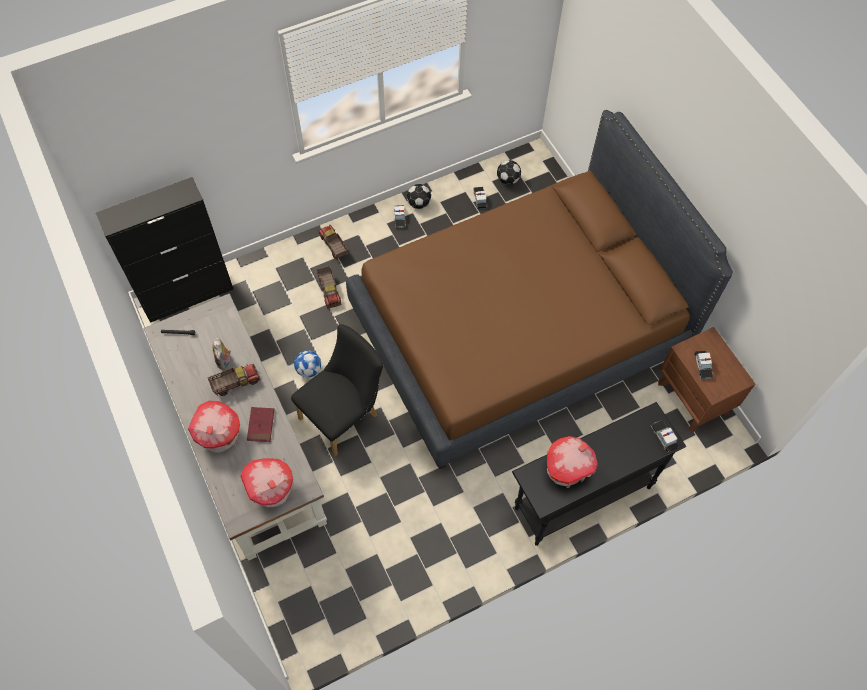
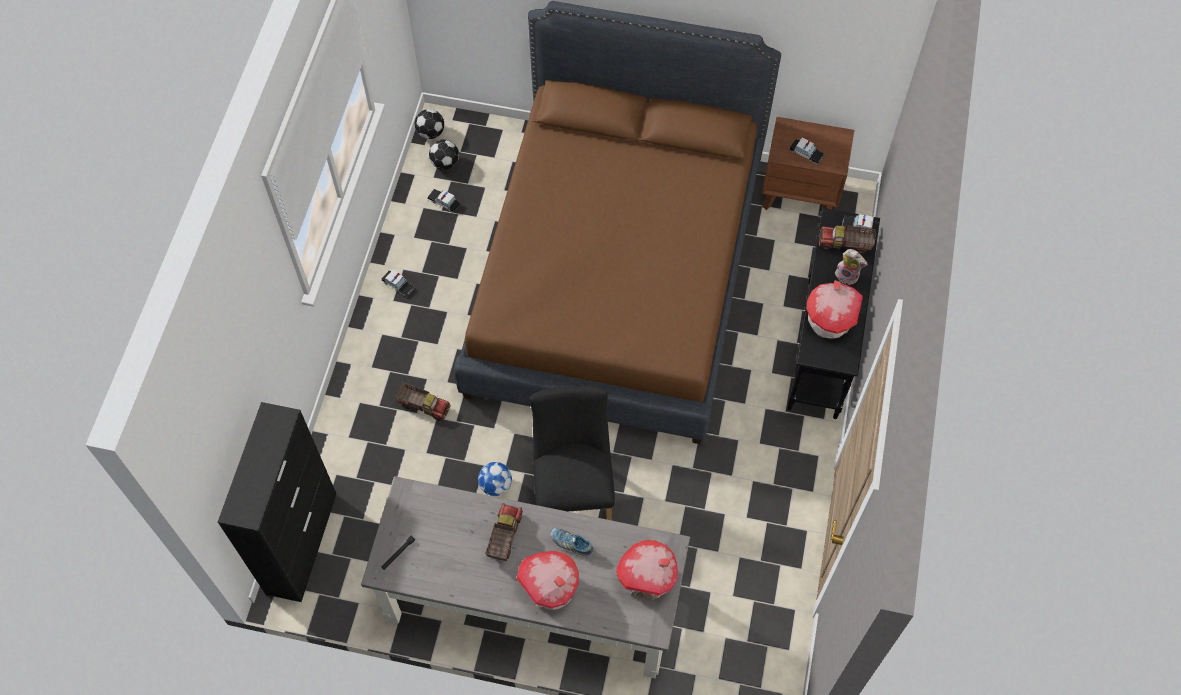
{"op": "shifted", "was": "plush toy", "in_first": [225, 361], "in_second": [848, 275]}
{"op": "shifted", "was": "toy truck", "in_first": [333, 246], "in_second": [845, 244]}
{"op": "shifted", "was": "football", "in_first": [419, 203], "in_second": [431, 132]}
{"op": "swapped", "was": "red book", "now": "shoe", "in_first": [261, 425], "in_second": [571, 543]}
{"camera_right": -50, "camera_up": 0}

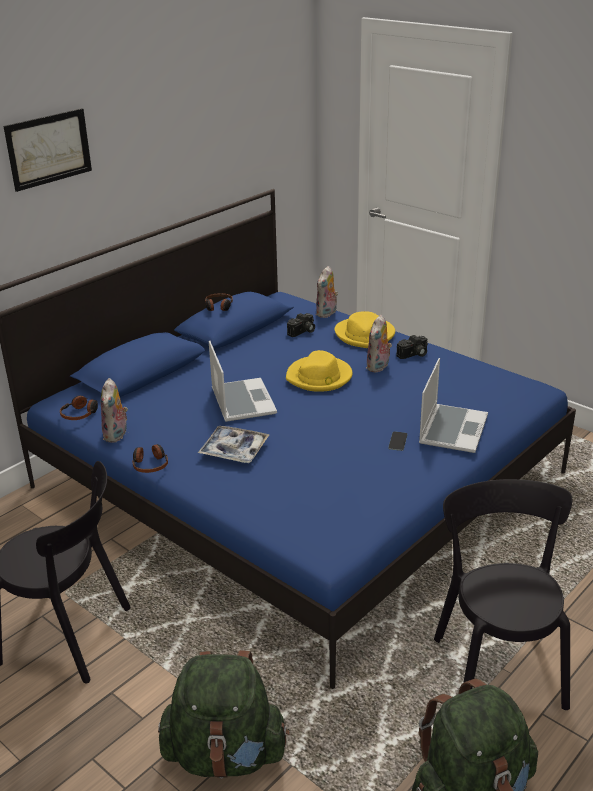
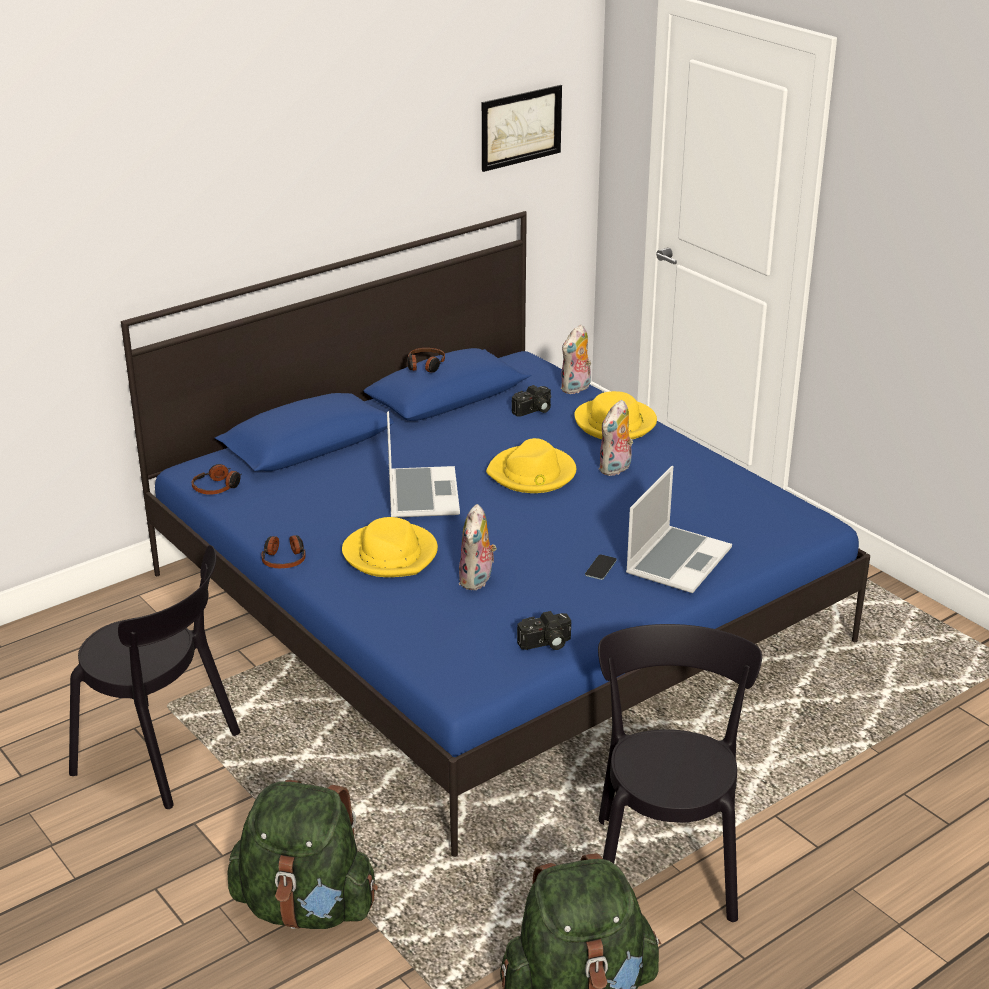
{"op": "shifted", "was": "picture", "in_first": [49, 149], "in_second": [521, 127]}
{"op": "shifted", "was": "plush toy", "in_first": [117, 435], "in_second": [477, 580]}
{"op": "shifted", "was": "photo camera", "in_first": [413, 355], "in_second": [546, 644]}
{"op": "swapped", "was": "tray", "now": "yellow hat", "in_first": [234, 450], "in_second": [391, 554]}
{"camera_right": 10, "camera_up": 0}

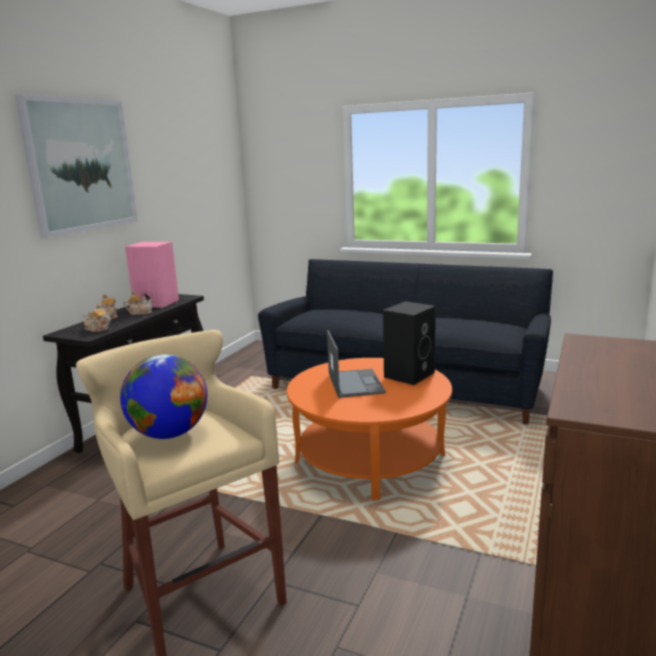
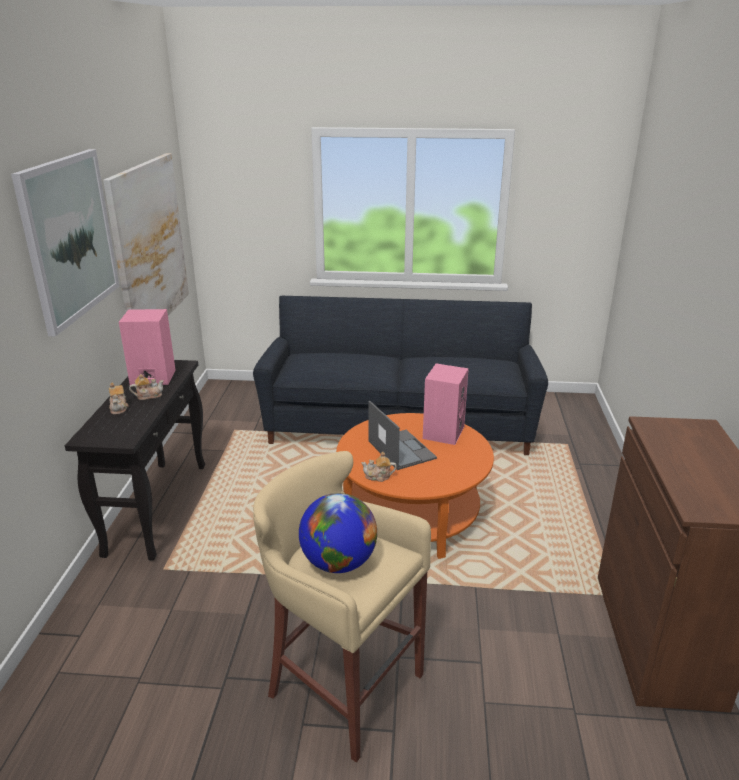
{"op": "new", "now": "picture", "in_second": [149, 245]}
{"op": "shifted", "was": "teapot", "in_first": [97, 329], "in_second": [378, 476]}
{"op": "repainted", "was": "black speaker", "now": "pink speaker", "in_first": [409, 374], "in_second": [443, 432]}
{"camera_right": -20, "camera_up": 10}

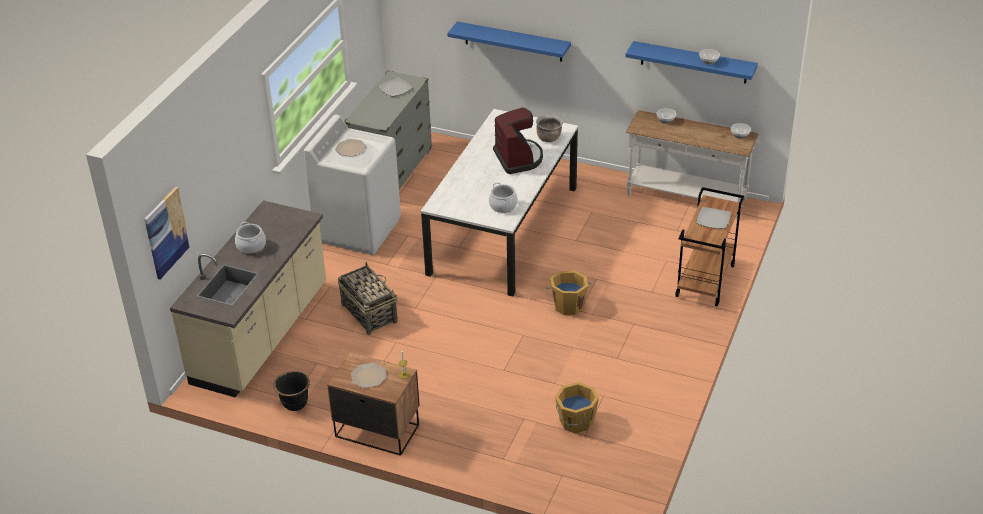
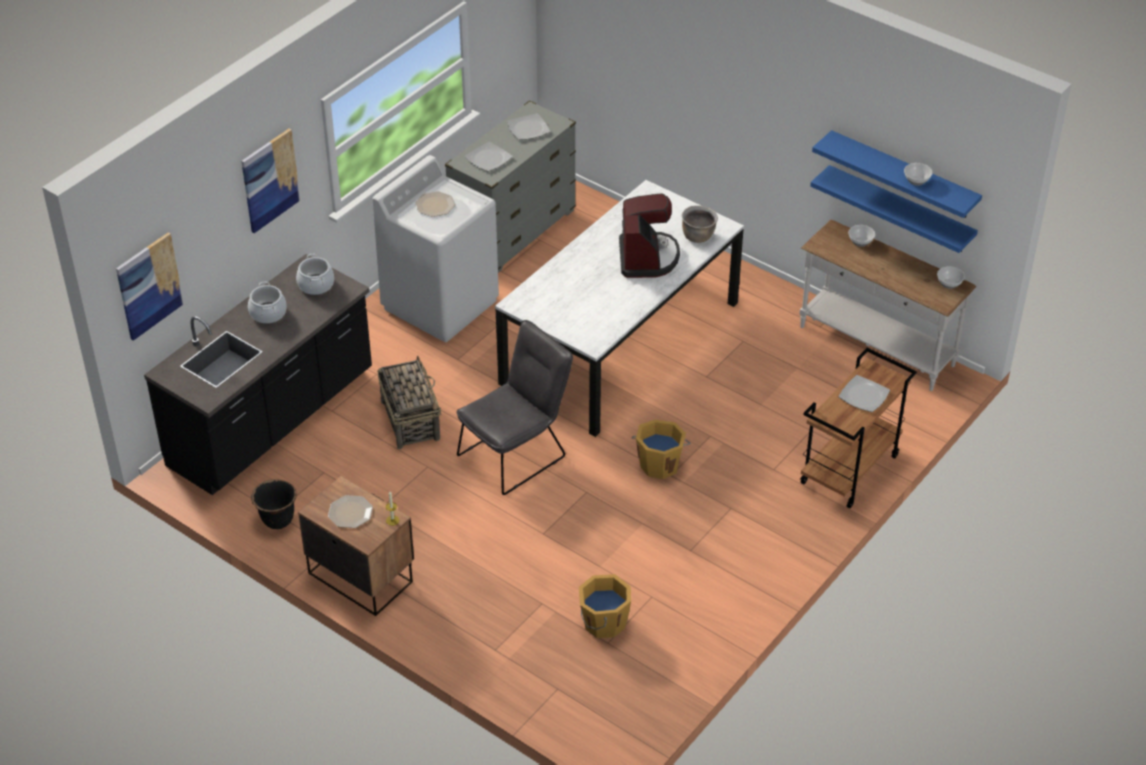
{"op": "new", "now": "picture", "in_second": [270, 180]}
{"op": "new", "now": "grey chair", "in_second": [517, 453]}
{"op": "new", "now": "plate", "in_second": [488, 159]}
{"op": "shifted", "was": "blue shelf", "in_first": [513, 41], "in_second": [900, 210]}
{"op": "shifted", "was": "cooking pot", "in_first": [503, 206], "in_second": [316, 285]}
{"op": "repainted", "was": "beige counter", "now": "black counter", "in_first": [262, 335], "in_second": [272, 421]}
{"camera_right": 15, "camera_up": 5}

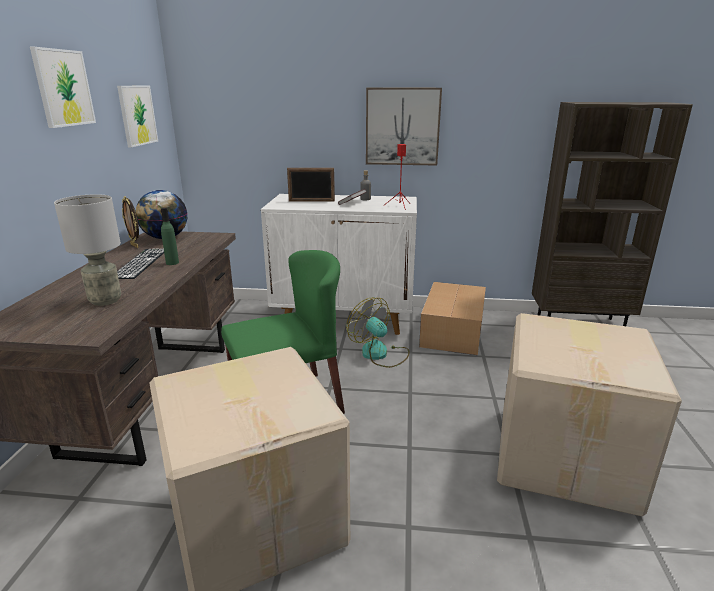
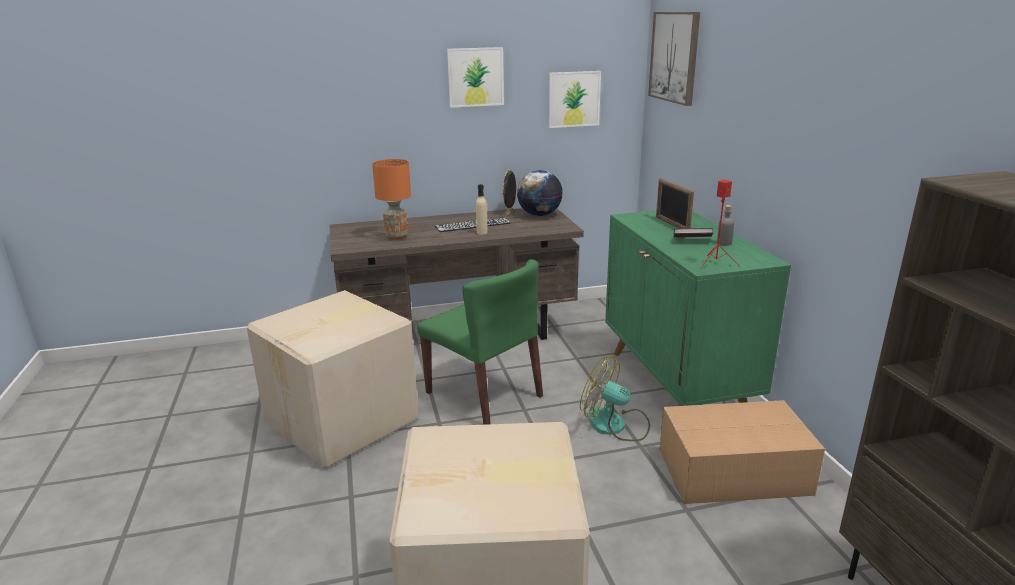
{"op": "shifted", "was": "picture", "in_first": [402, 126], "in_second": [675, 57]}
{"op": "repainted", "was": "grey table lamp", "now": "orange table lamp", "in_first": [105, 300], "in_second": [396, 236]}
{"op": "repainted", "was": "green bottle", "now": "beige bottle", "in_first": [172, 263], "in_second": [482, 232]}
{"op": "repainted", "was": "white cabinet", "now": "green cabinet", "in_first": [345, 318], "in_second": [677, 383]}
{"op": "rotated", "was": "fan", "in_first": [380, 354], "in_second": [615, 425], "clockwise": -90}
{"camera_right": 70, "camera_up": 0}

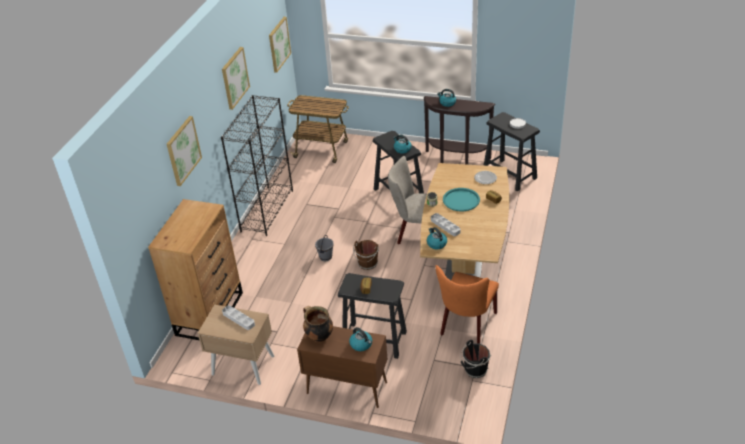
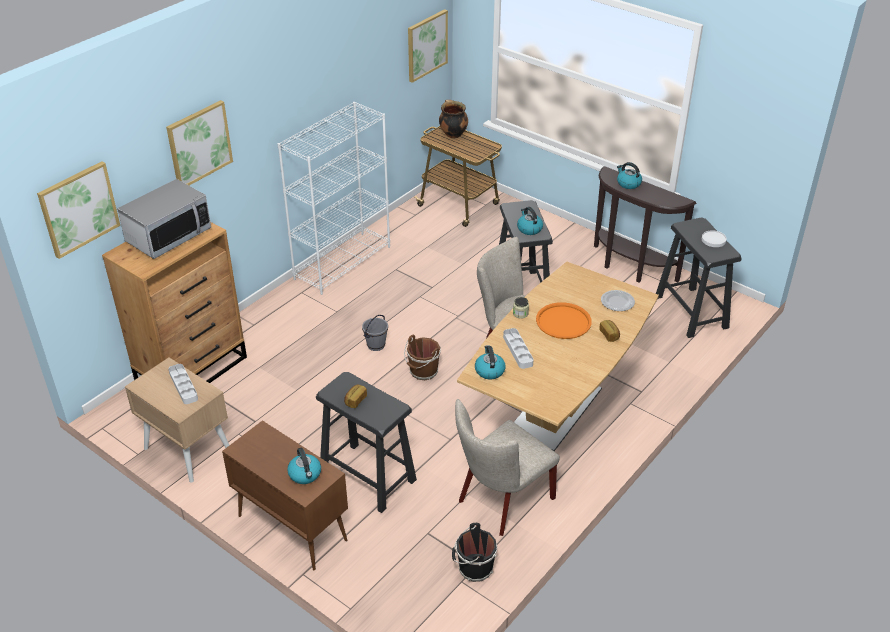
{"op": "new", "now": "microwave", "in_second": [168, 236]}
{"op": "shifted", "was": "picture", "in_first": [234, 78], "in_second": [78, 209]}
{"op": "shifted", "was": "cooking pot", "in_first": [318, 336], "in_second": [452, 134]}
{"op": "repainted", "was": "black bookcase", "now": "white bookcase", "in_first": [267, 210], "in_second": [343, 262]}
{"op": "repainted", "was": "orange chair", "now": "beige chair", "in_first": [466, 326], "in_second": [501, 502]}
{"op": "repainted", "was": "turquoise tray", "now": "orange tray", "in_first": [461, 200], "in_second": [563, 321]}
{"camera_right": 20, "camera_up": 0}

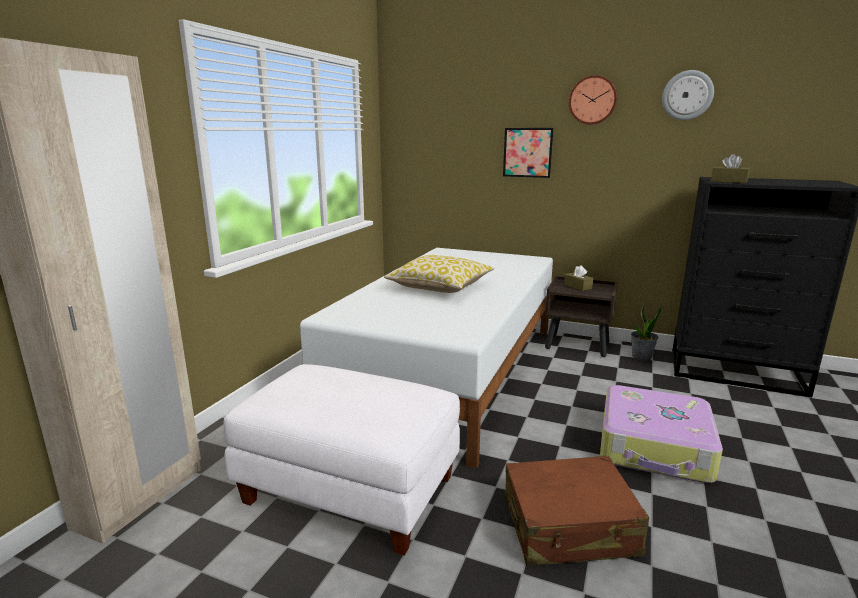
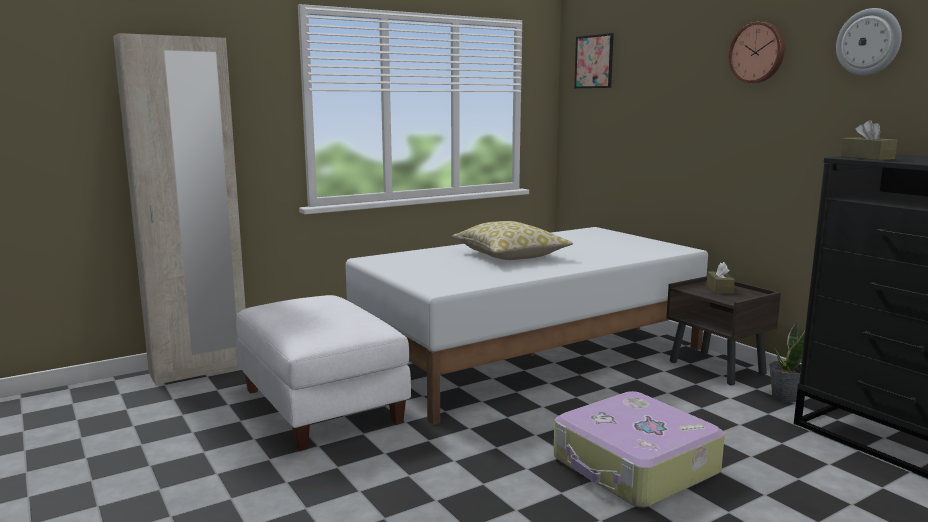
{"op": "gone", "was": "brown suitcase", "in_first": [569, 527]}
{"op": "shifted", "was": "picture", "in_first": [527, 152], "in_second": [594, 61]}
{"camera_right": 35, "camera_up": -5}

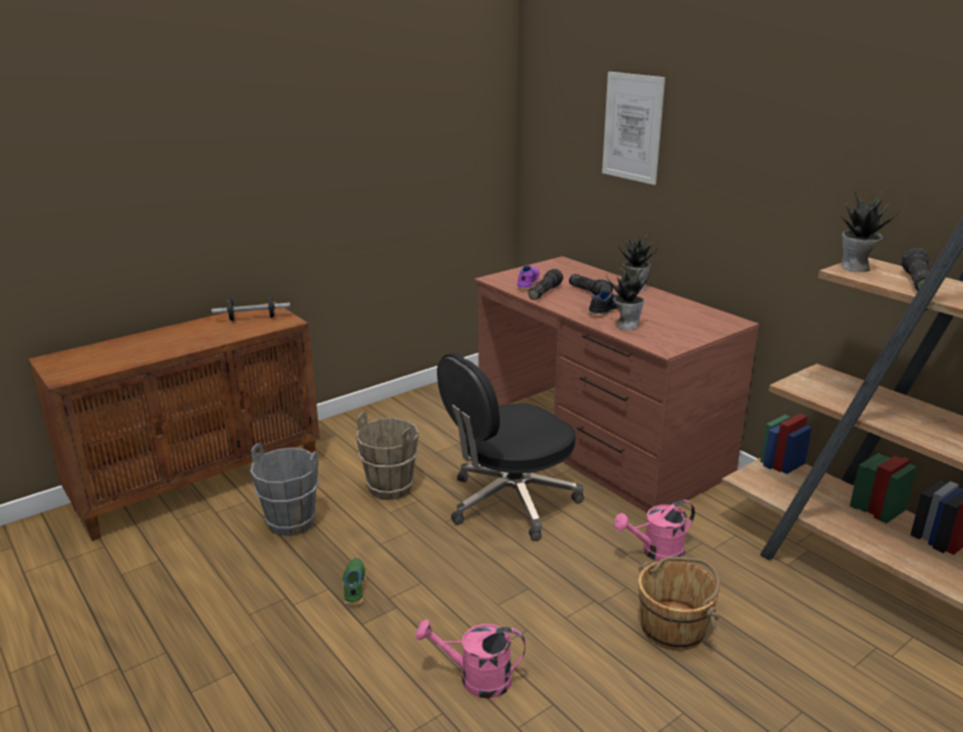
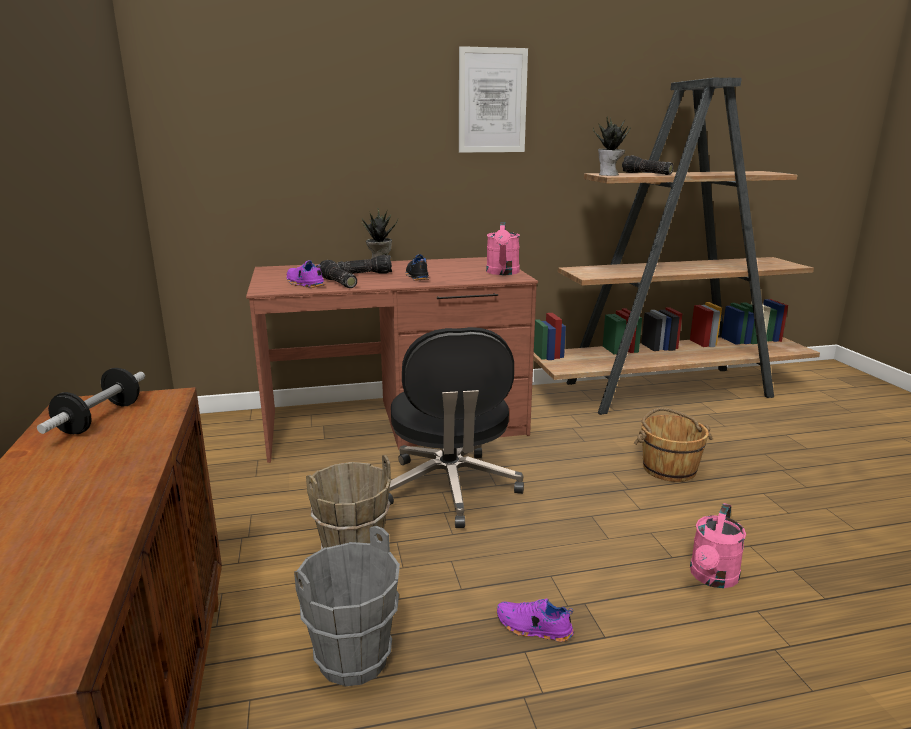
{"op": "gone", "was": "potted plant", "in_first": [626, 325]}
{"op": "shifted", "was": "picture", "in_first": [632, 127], "in_second": [492, 101]}
{"op": "shifted", "was": "pink watering can", "in_first": [656, 552], "in_second": [502, 273]}
{"op": "repainted", "was": "green shoe", "now": "purple shoe", "in_first": [353, 587], "in_second": [533, 629]}
{"camera_right": -65, "camera_up": -5}

